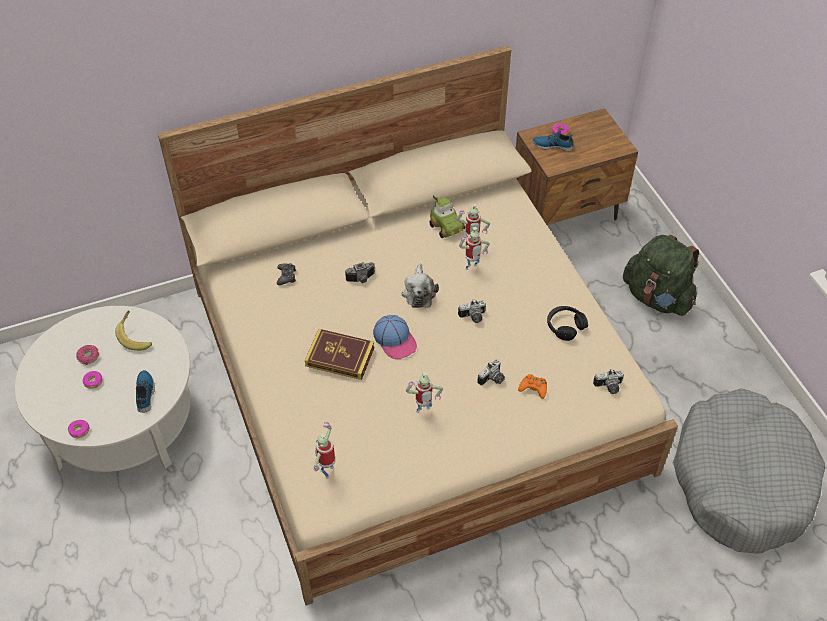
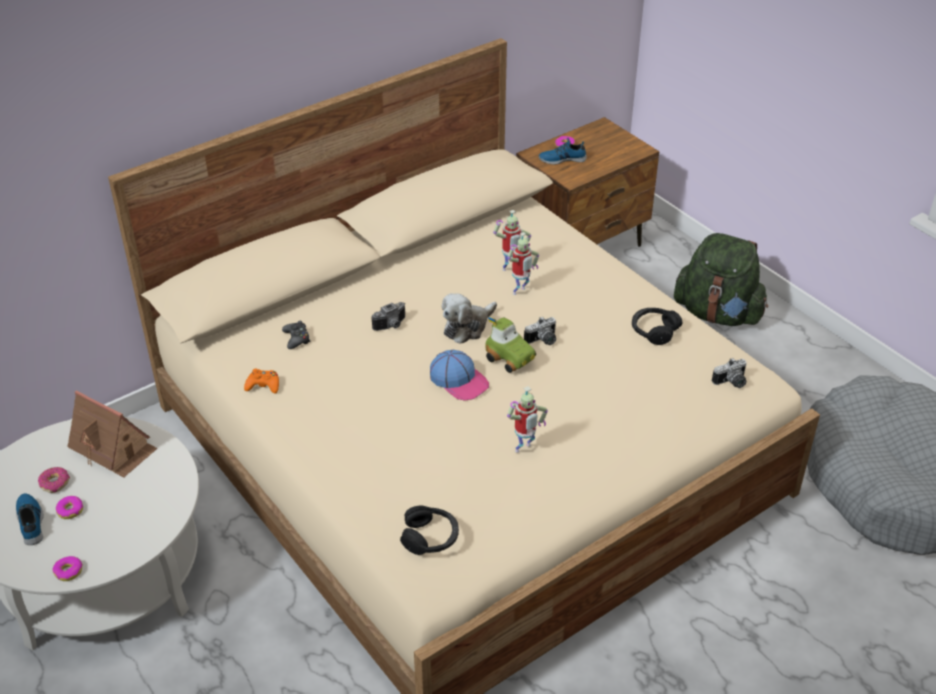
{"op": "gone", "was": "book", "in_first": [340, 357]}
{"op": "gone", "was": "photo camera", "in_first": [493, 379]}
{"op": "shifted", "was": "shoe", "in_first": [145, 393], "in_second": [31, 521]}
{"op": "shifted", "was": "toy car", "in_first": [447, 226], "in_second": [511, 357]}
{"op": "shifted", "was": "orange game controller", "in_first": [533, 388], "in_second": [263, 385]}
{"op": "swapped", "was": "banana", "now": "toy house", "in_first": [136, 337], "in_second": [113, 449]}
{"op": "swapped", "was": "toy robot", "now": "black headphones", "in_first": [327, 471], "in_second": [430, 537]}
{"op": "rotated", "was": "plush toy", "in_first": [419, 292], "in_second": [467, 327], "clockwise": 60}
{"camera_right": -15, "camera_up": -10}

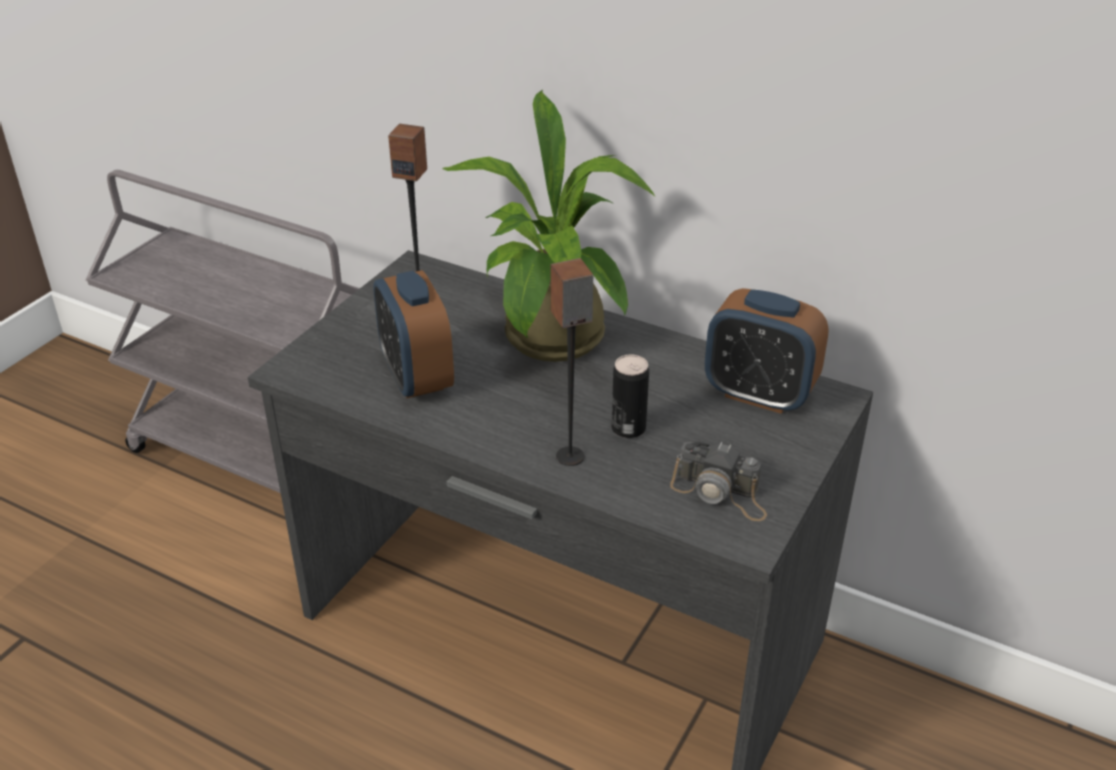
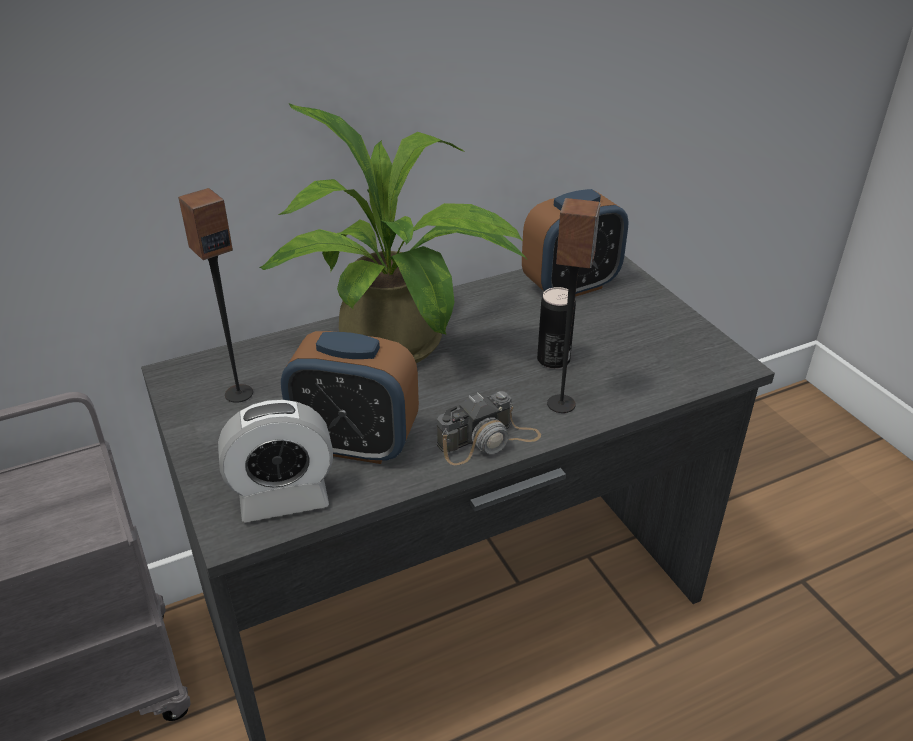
{"op": "new", "now": "alarm clock", "in_second": [283, 498]}
{"op": "shifted", "was": "photo camera", "in_first": [720, 493], "in_second": [488, 440]}
{"camera_right": -55, "camera_up": 0}

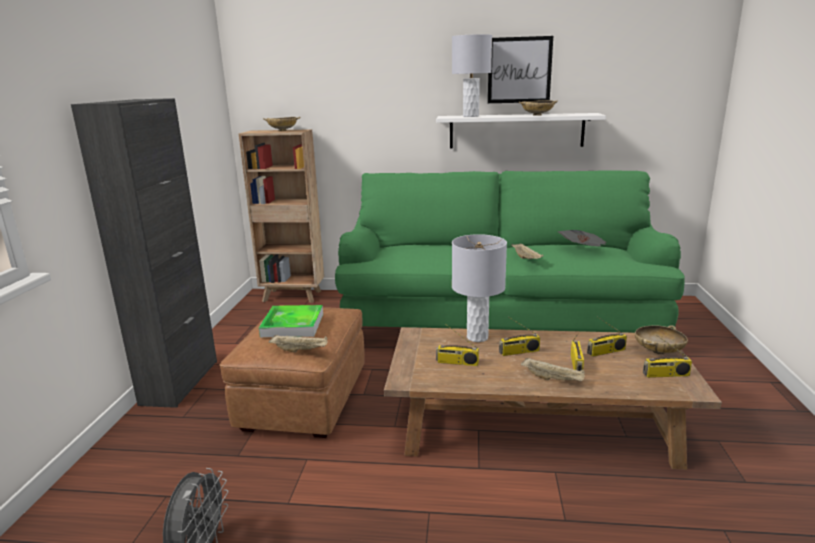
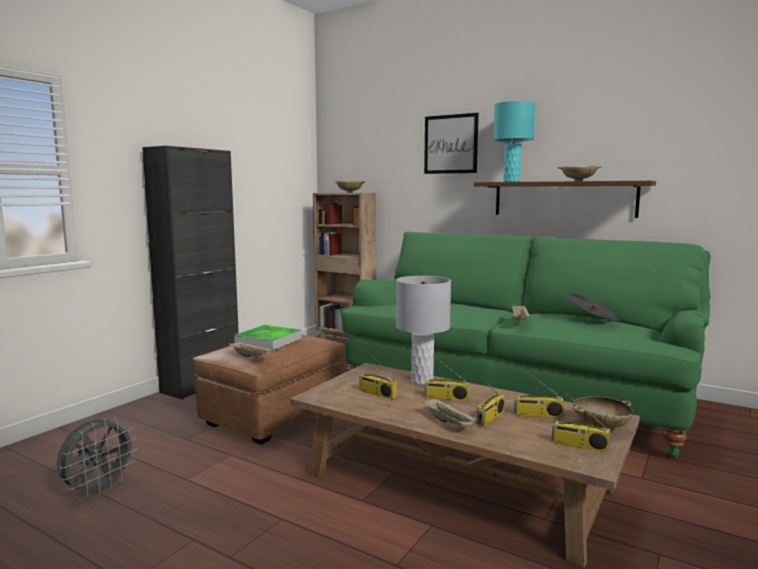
{"op": "shifted", "was": "picture", "in_first": [519, 70], "in_second": [450, 144]}
{"op": "repainted", "was": "white shelf", "now": "brown shelf", "in_first": [516, 131], "in_second": [563, 199]}
{"op": "repainted", "was": "grey table lamp", "now": "turquoise table lamp", "in_first": [471, 116], "in_second": [511, 181]}
{"camera_right": 25, "camera_up": -10}

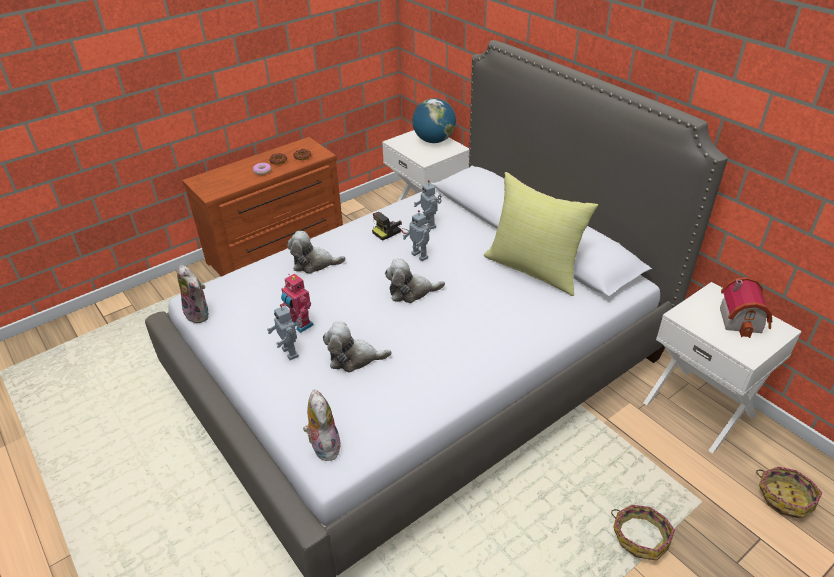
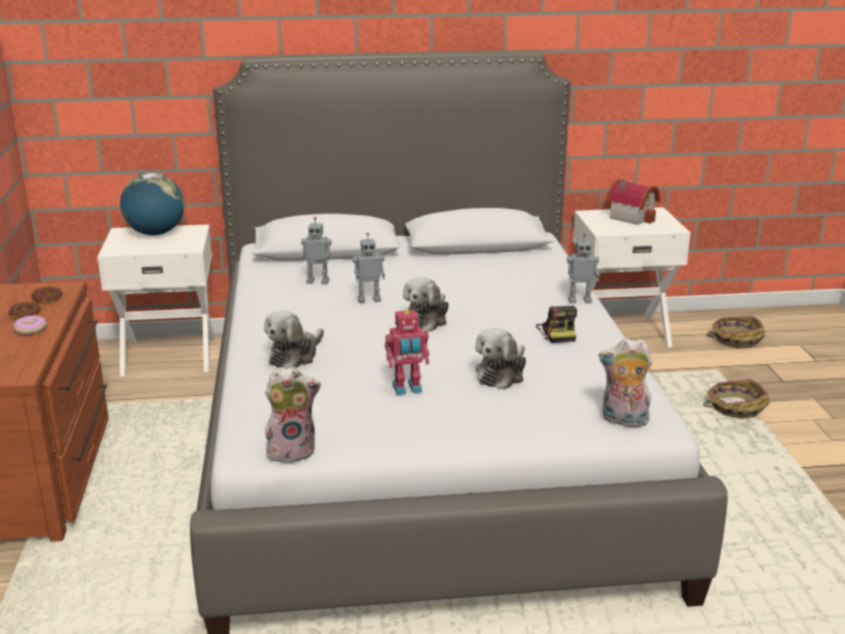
{"op": "gone", "was": "yellow pillow", "in_first": [534, 268]}
{"op": "shifted", "was": "toy robot", "in_first": [291, 352], "in_second": [579, 300]}
{"op": "shifted", "was": "photo camera", "in_first": [390, 232], "in_second": [557, 332]}
{"camera_right": -60, "camera_up": -15}

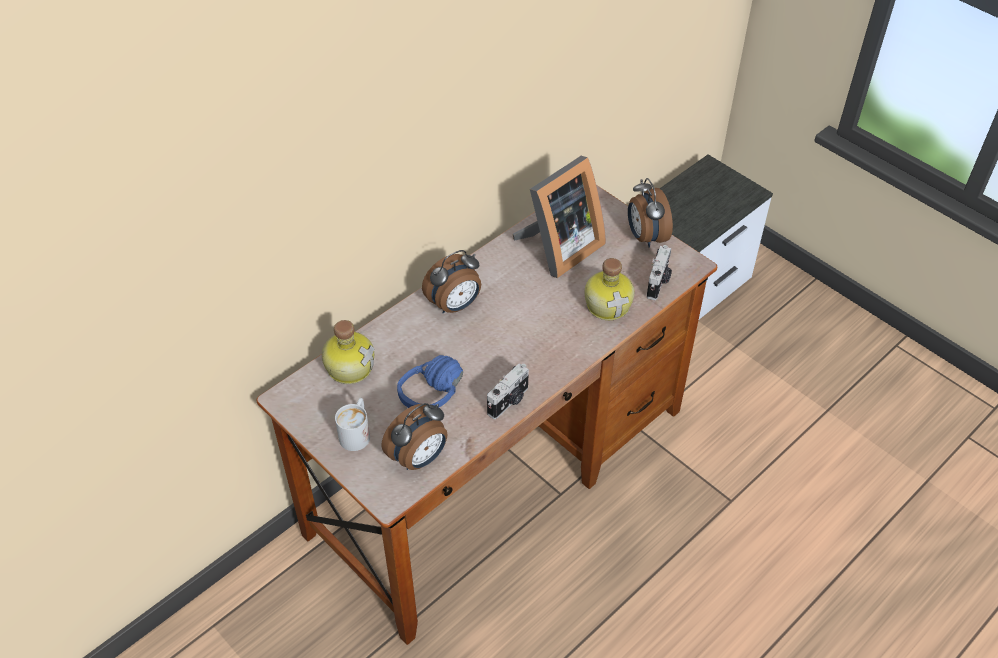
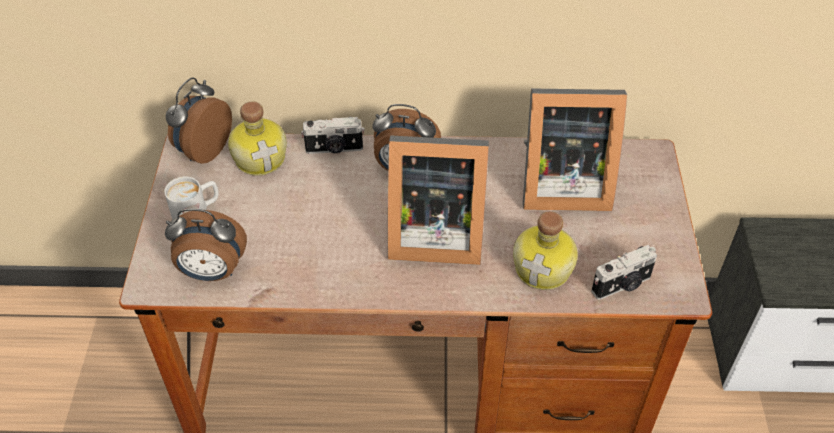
{"op": "gone", "was": "blue headphones", "in_first": [439, 398]}
{"op": "new", "now": "picture frame", "in_second": [432, 234]}
{"op": "shifted", "was": "photo camera", "in_first": [509, 401], "in_second": [334, 149]}
{"op": "shifted", "was": "alarm clock", "in_first": [645, 237], "in_second": [203, 150]}
{"camera_right": 45, "camera_up": 0}

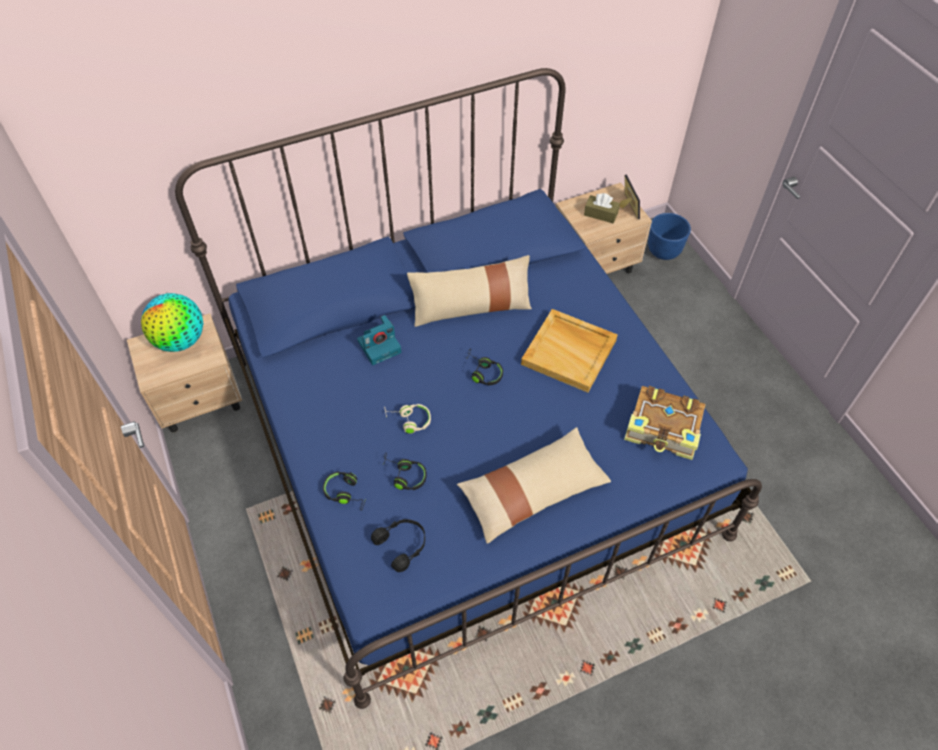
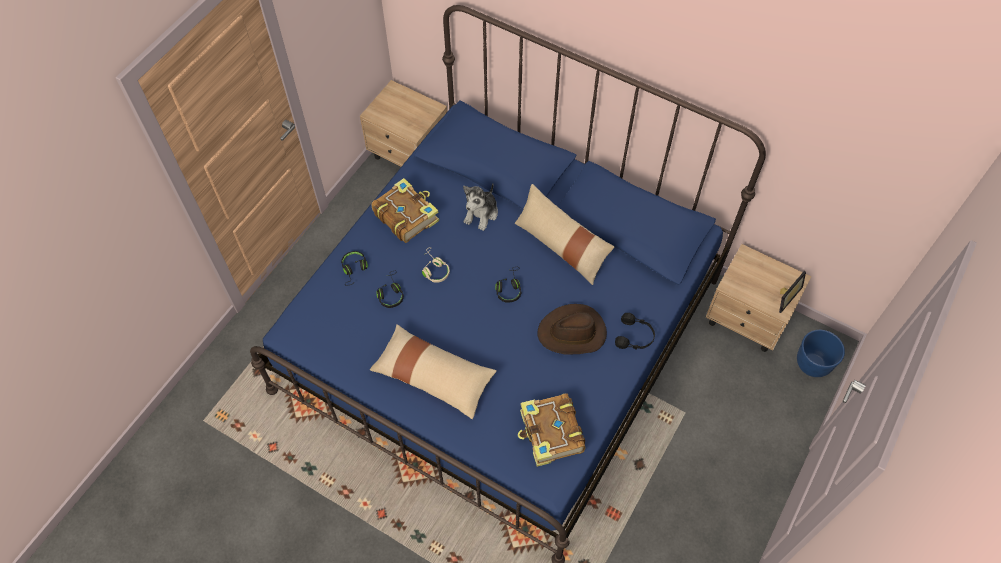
{"op": "gone", "was": "globe", "in_first": [181, 340]}
{"op": "gone", "was": "brown tissue box", "in_first": [600, 214]}
{"op": "new", "now": "book", "in_second": [406, 215]}
{"op": "shifted", "was": "black headphones", "in_first": [403, 544], "in_second": [635, 336]}
{"op": "swapped", "was": "photo camera", "now": "plush toy", "in_first": [380, 346], "in_second": [481, 214]}
{"op": "swapped", "was": "beige tray", "now": "brown hat", "in_first": [570, 352], "in_second": [572, 333]}
{"camera_right": 55, "camera_up": 5}

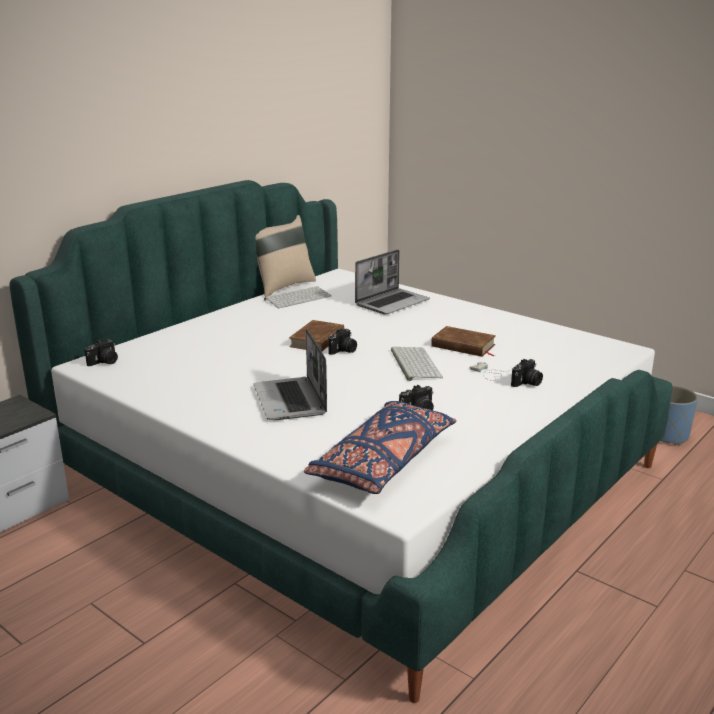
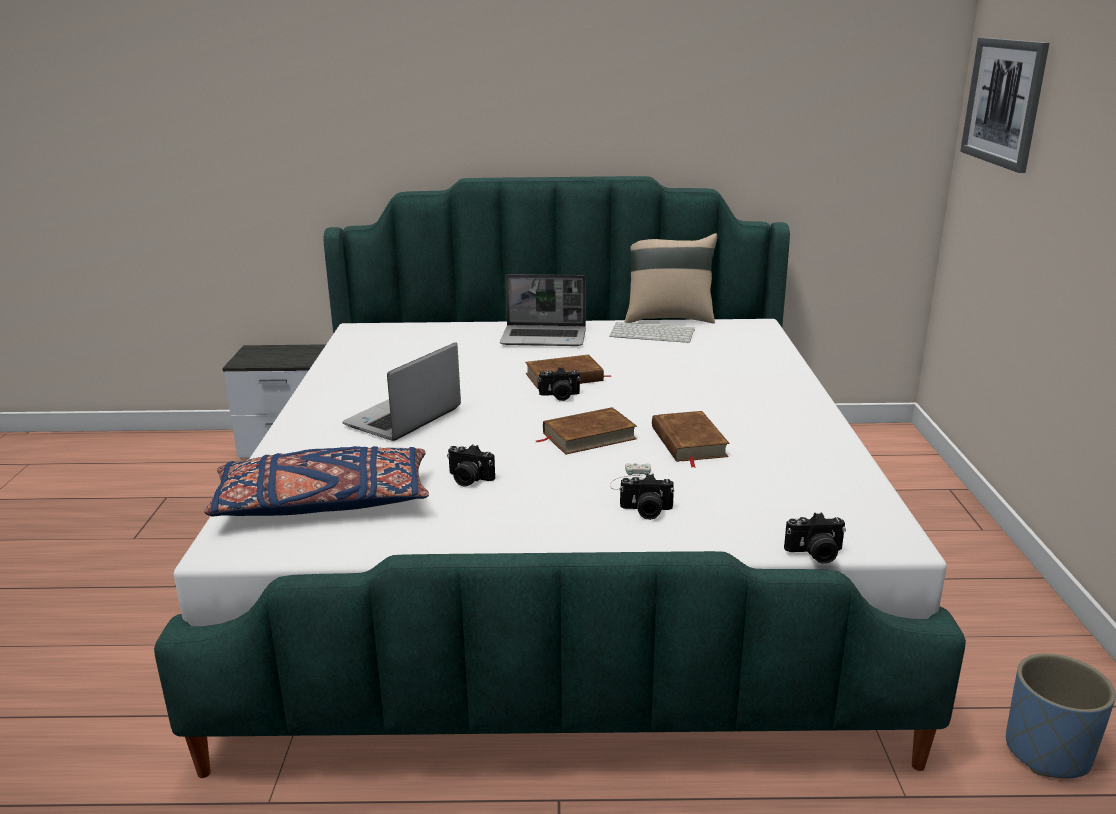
{"op": "new", "now": "picture", "in_second": [1004, 102]}
{"op": "shifted", "was": "photo camera", "in_first": [104, 362], "in_second": [815, 554]}
{"op": "shifted", "was": "laptop", "in_first": [392, 303], "in_second": [545, 338]}
{"op": "swapped", "was": "keyboard", "now": "brown book", "in_first": [414, 363], "in_second": [588, 436]}
{"camera_right": 50, "camera_up": 0}

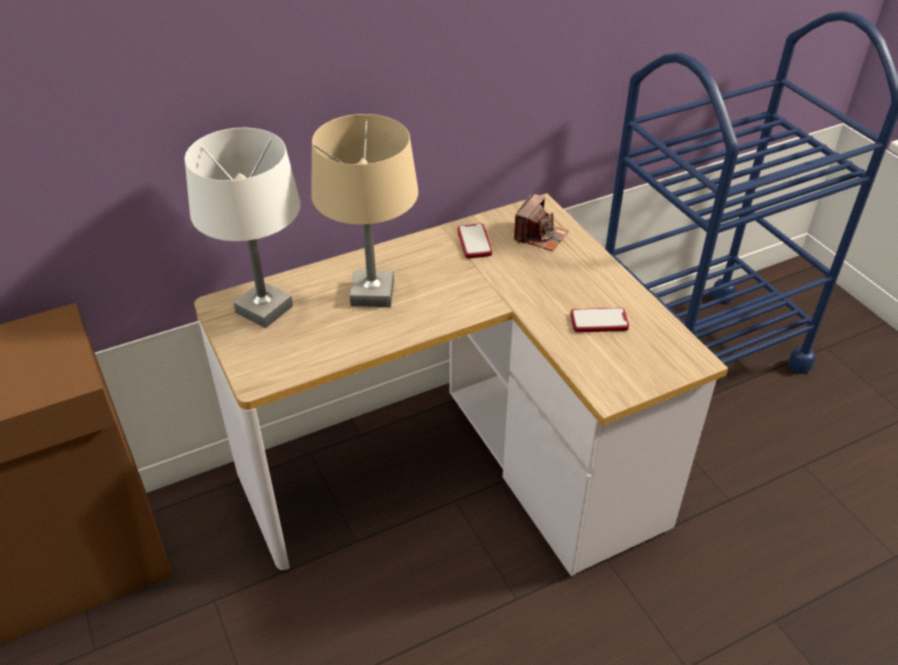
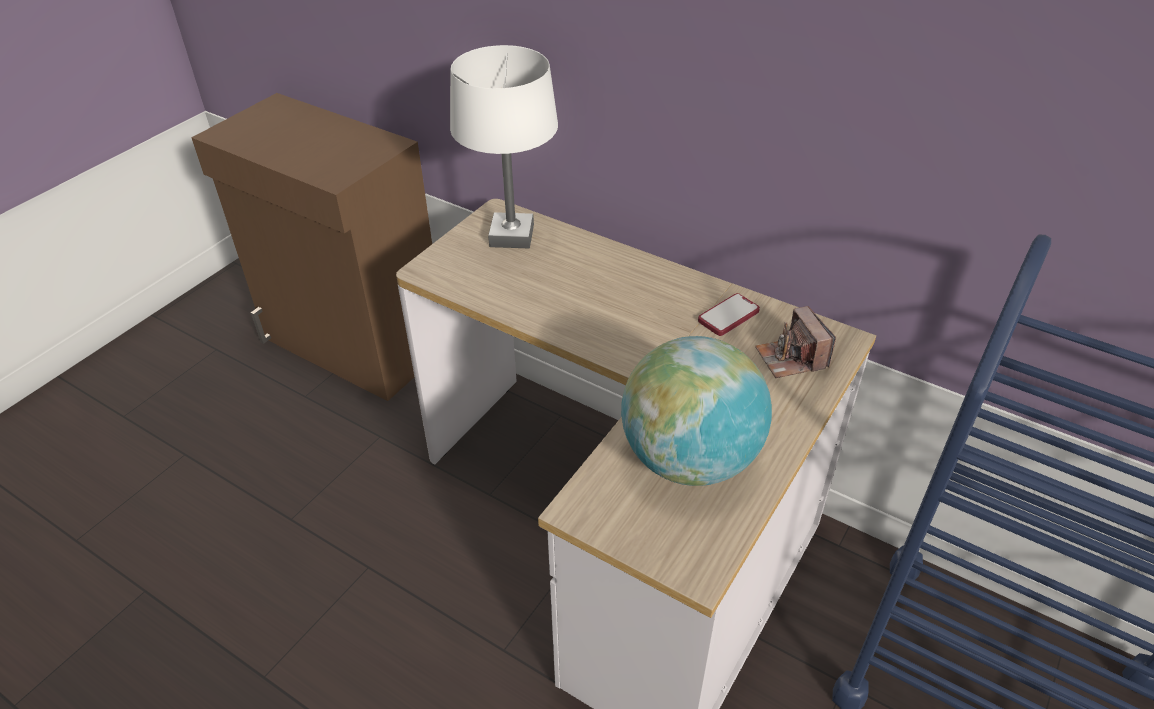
{"op": "gone", "was": "beige table lamp", "in_first": [372, 294]}
{"op": "swapped", "was": "phone", "now": "globe", "in_first": [599, 321], "in_second": [690, 459]}
{"op": "rotated", "was": "photo camera", "in_first": [540, 236], "in_second": [791, 358], "clockwise": 75}
{"camera_right": 60, "camera_up": 0}

